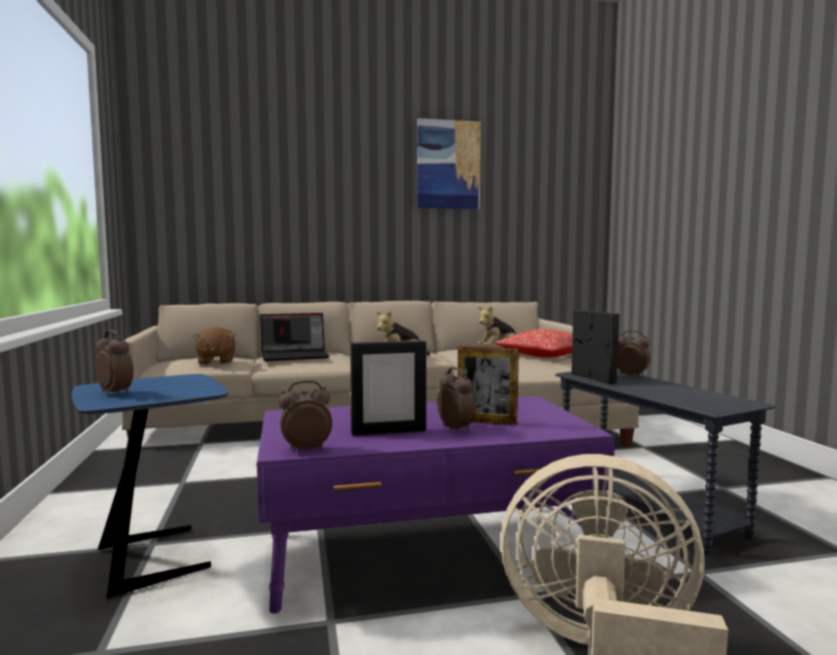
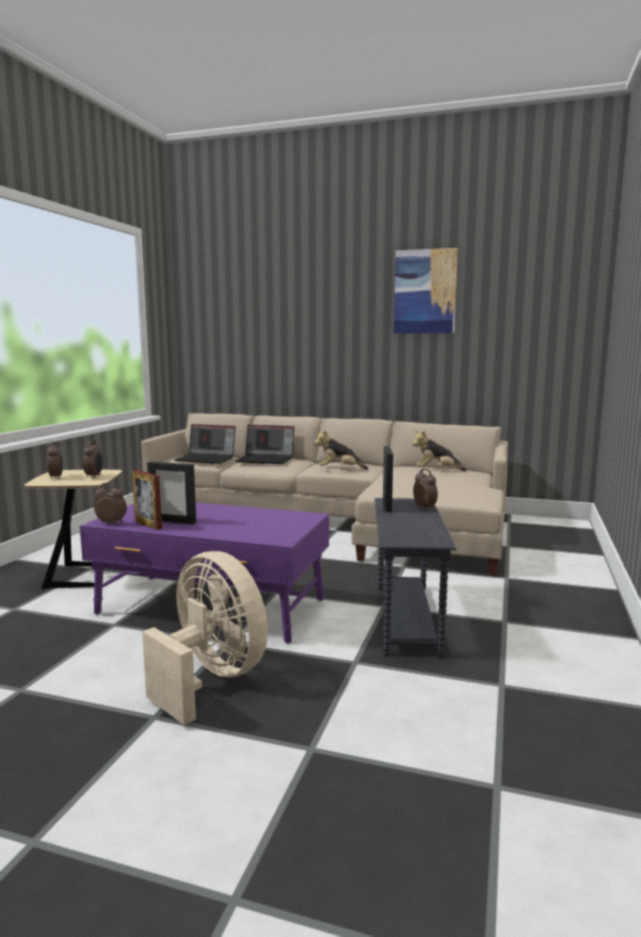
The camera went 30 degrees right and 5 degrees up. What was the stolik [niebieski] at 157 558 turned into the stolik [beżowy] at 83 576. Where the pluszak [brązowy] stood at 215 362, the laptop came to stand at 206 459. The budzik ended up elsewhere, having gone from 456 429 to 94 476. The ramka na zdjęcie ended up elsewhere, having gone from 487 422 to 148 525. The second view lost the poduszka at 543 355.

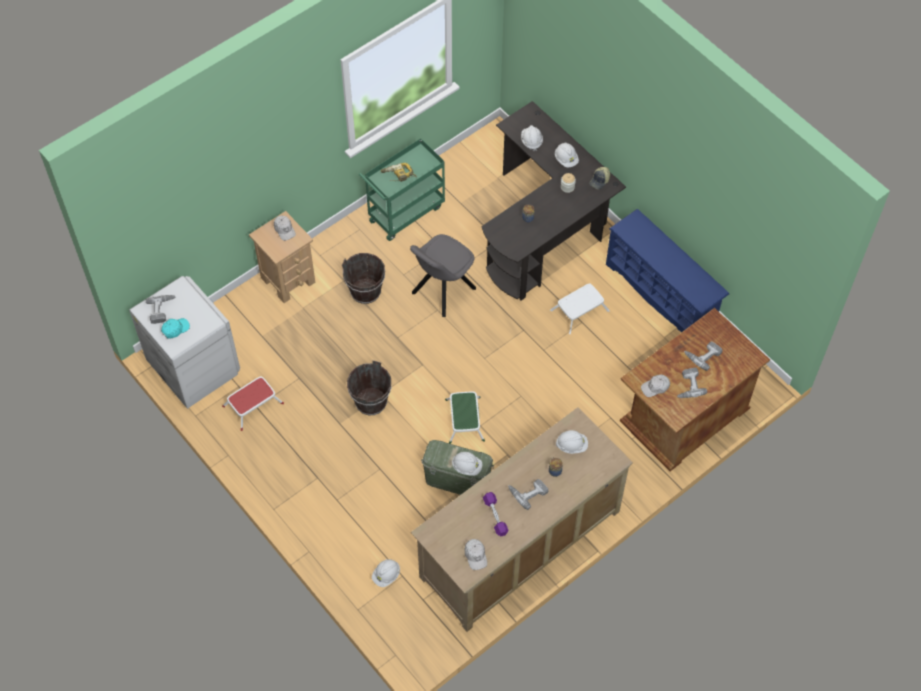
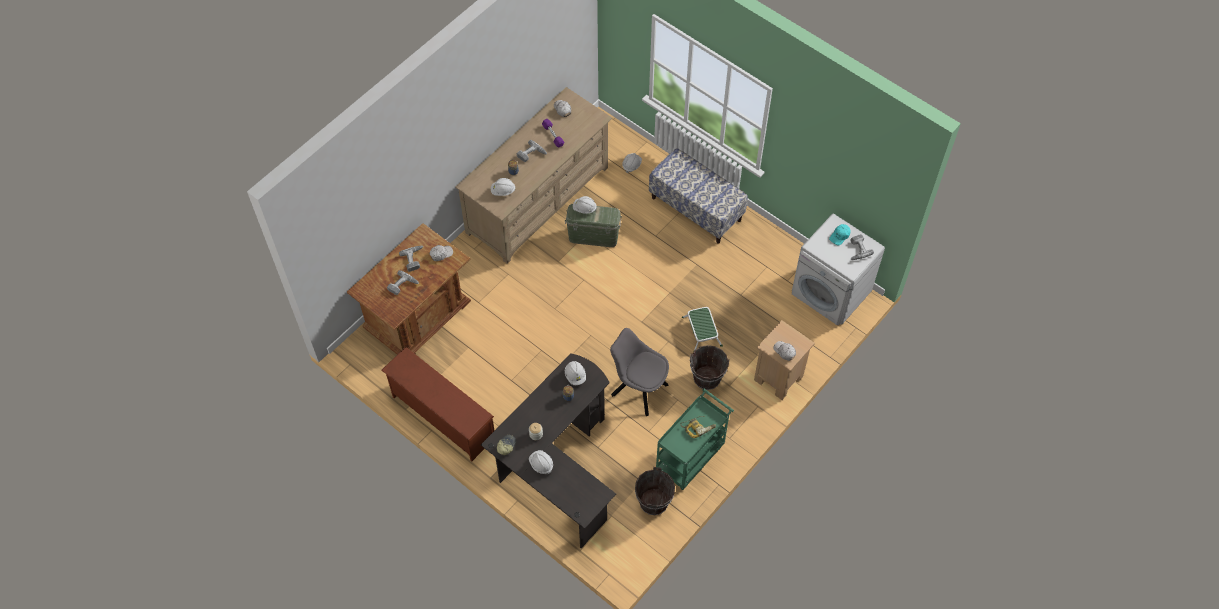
The camera went 170 degrees right and 0 degrees up. The second view lost the drabinka [czerwony] at 252 404. The wiadro [brązowy] ended up elsewhere, having gone from 370 402 to 654 502. The krzesło [szary] at 443 290 ended up facing another way, 90 degrees counterclockwise from before. The drabinka [zielony] ended up elsewhere, having gone from 465 420 to 701 331. The kask [biały] ended up elsewhere, having gone from 531 141 to 575 376. The second view lost the drabinka [biały] at 579 310. What was the regał na buty [niebieski] at 662 294 turned into the regał na buty [brązowy] at 442 418. The second view gained the ławka at 696 209.

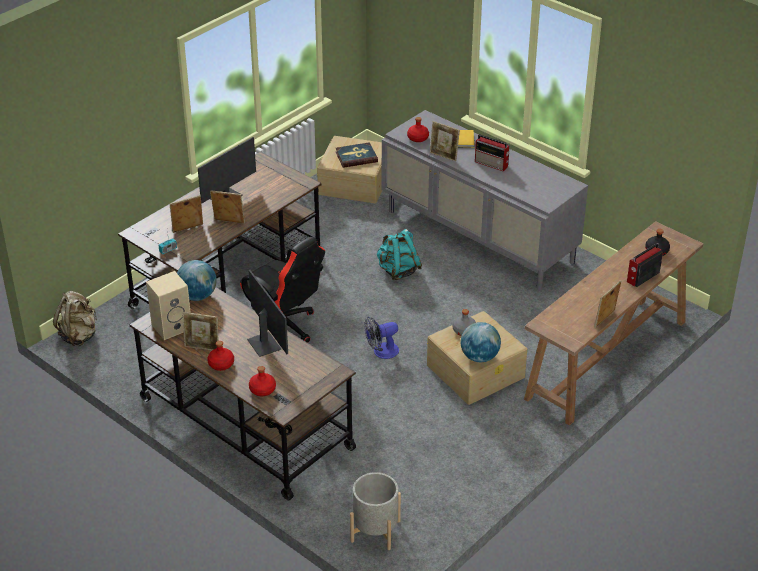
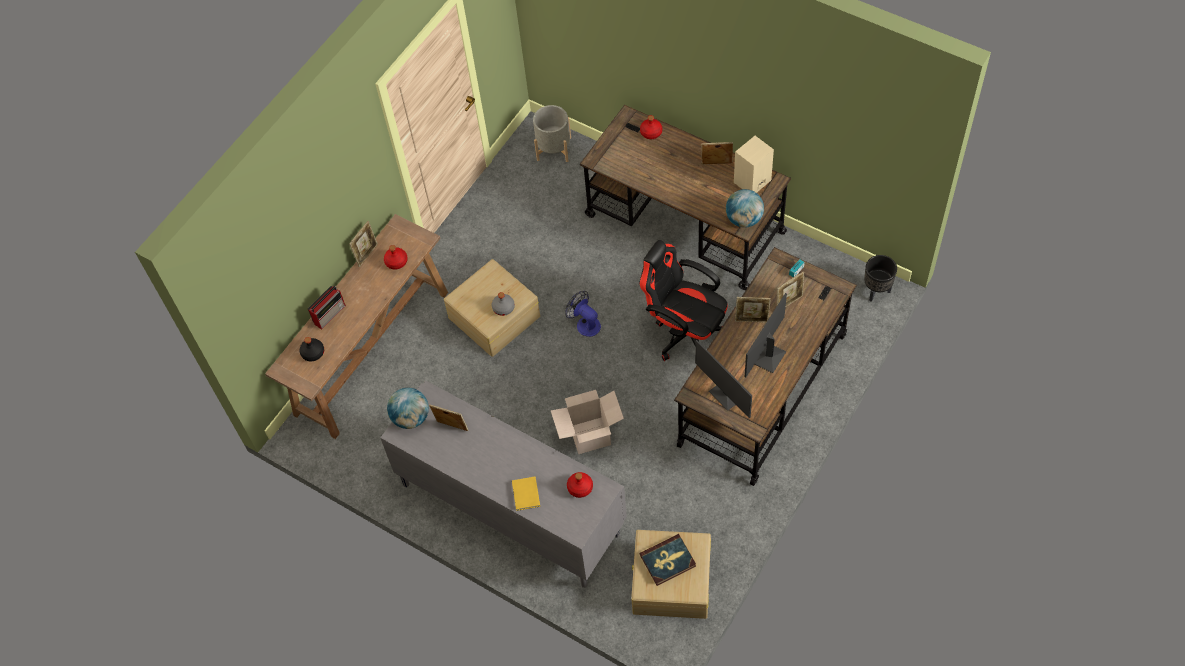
The camera went 175 degrees right and 20 degrees up. Where the plecak [beżowy] stood at 79 335, the donica [czarny] came to stand at 876 291. The butelka [czerwony] ended up elsewhere, having gone from 221 364 to 396 262. The monitor ended up elsewhere, having gone from 265 344 to 726 395. The wentylator at 381 352 ended up facing another way, 105 degrees counterclockwise from before. Where the plecak [turkusowy] stood at 398 271, the karton came to stand at 590 436. The ramka na zdjęcie ended up elsewhere, having gone from 444 156 to 451 427. The globus ended up elsewhere, having gone from 479 357 to 411 418. The second view lost the radio at 492 164.

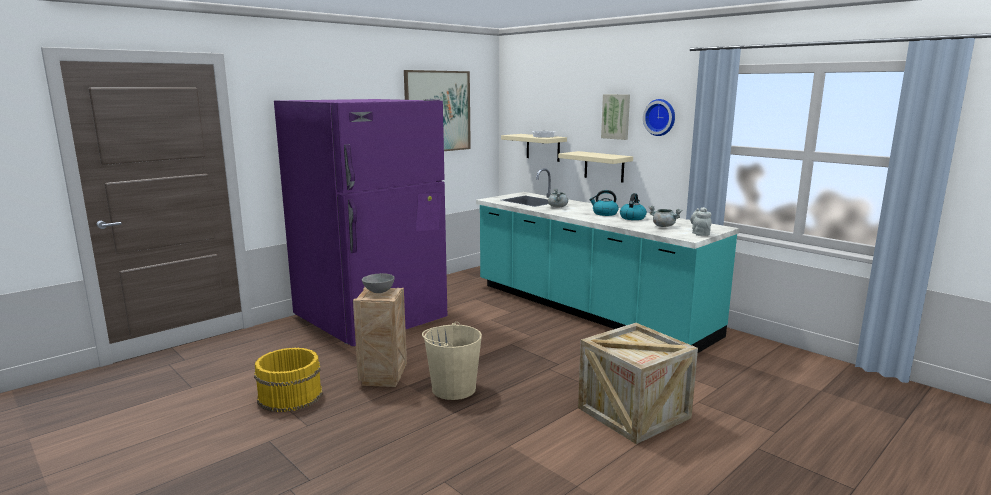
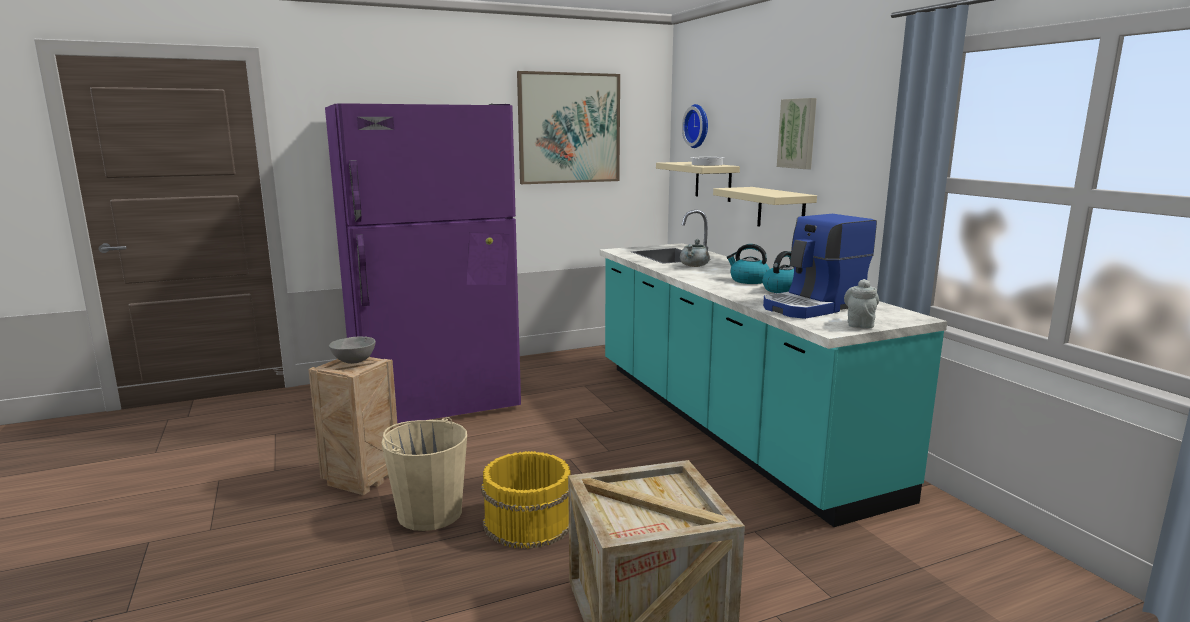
The camera went 20 degrees right and 0 degrees up. The wiadro [żółty] ended up elsewhere, having gone from 289 396 to 527 523. The zegar ścienny ended up elsewhere, having gone from 660 117 to 698 126. Where the garnek [szary] stood at 664 226, the ekspres do kawy came to stand at 815 307.

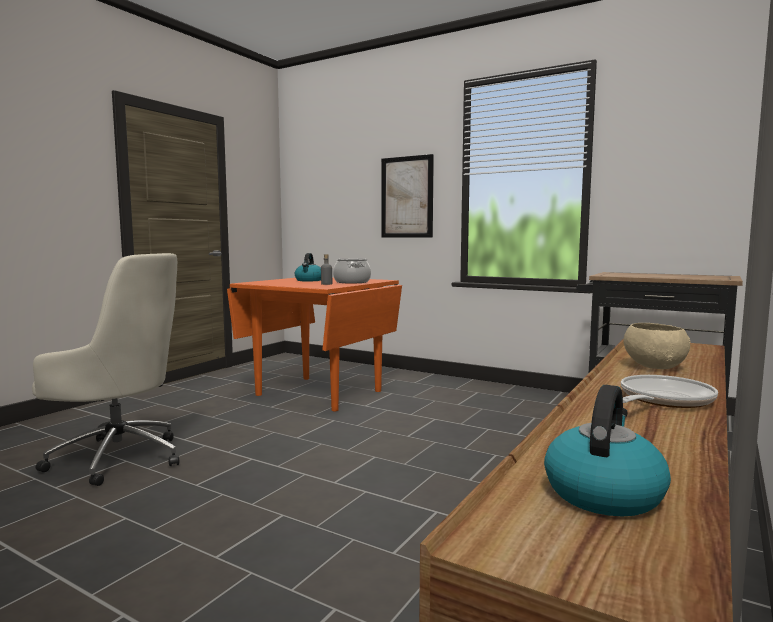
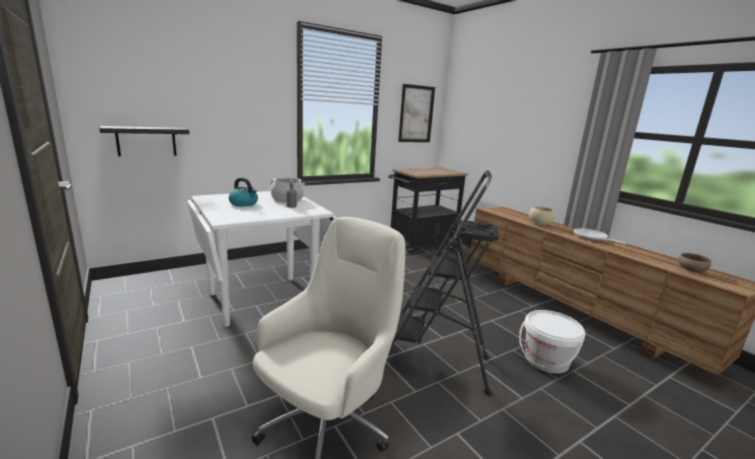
The camera went 65 degrees left and 10 degrees up. What was the stół jadalny [pomarańczowy] at 319 392 turned into the stół jadalny [biały] at 262 299. The obraz ended up elsewhere, having gone from 407 197 to 416 114. Where the czajnik stood at 603 492, the miska [brązowy] came to stand at 691 270. The second view gained the półka [czarny] at 146 141. The second view gained the drabinka at 434 364. The second view gained the wiadro [biały] at 546 360.

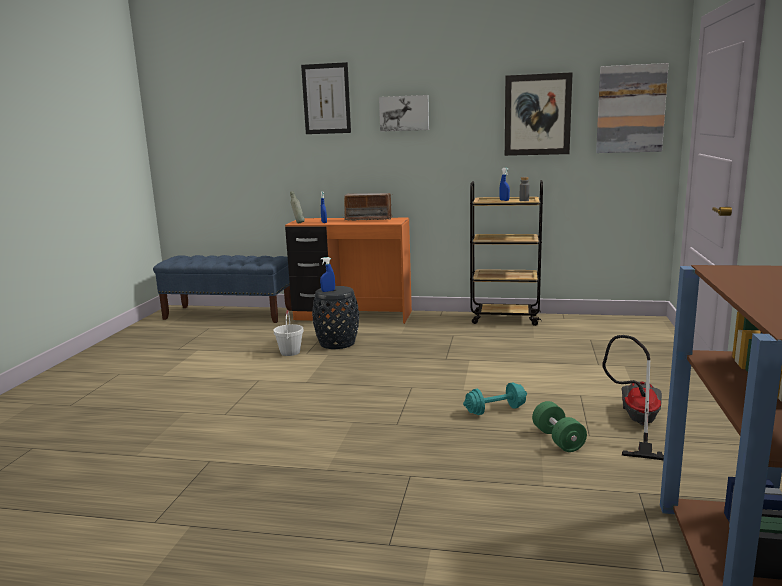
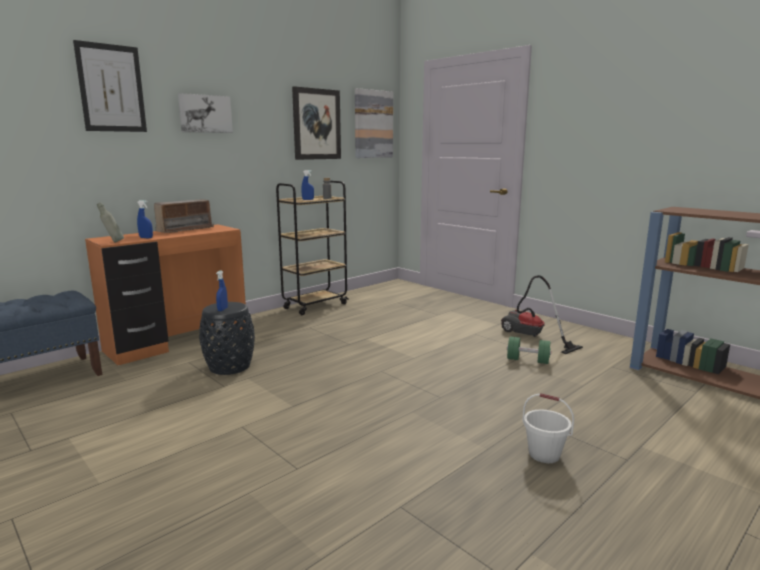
The camera went 55 degrees left and 0 degrees up. The wiadro [biały] ended up elsewhere, having gone from 290 352 to 544 454. The second view lost the hantel [turkusowy] at 495 410.

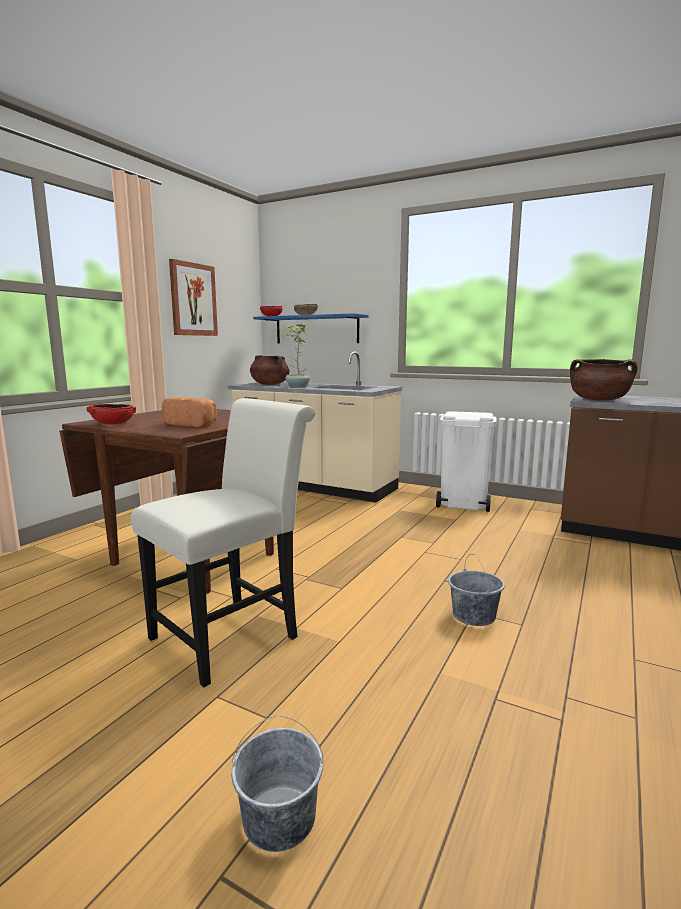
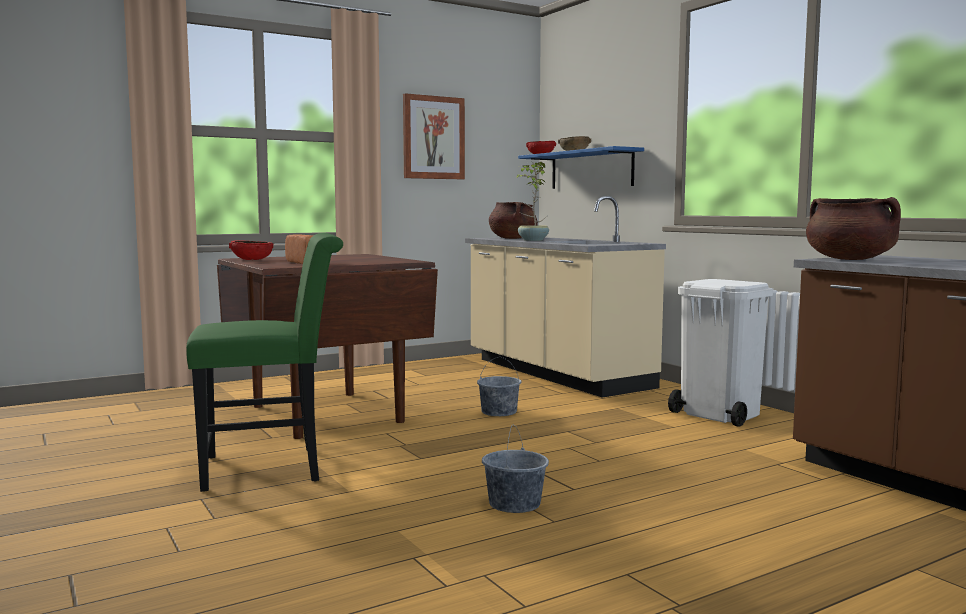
The camera went 30 degrees right and 5 degrees down. What was the krzesło [biały] at 233 633 turned into the krzesło [zielony] at 273 467. The wiadro [szary] ended up elsewhere, having gone from 278 818 to 498 412.

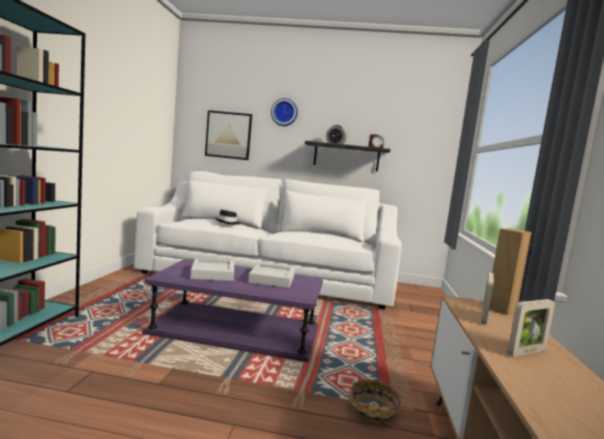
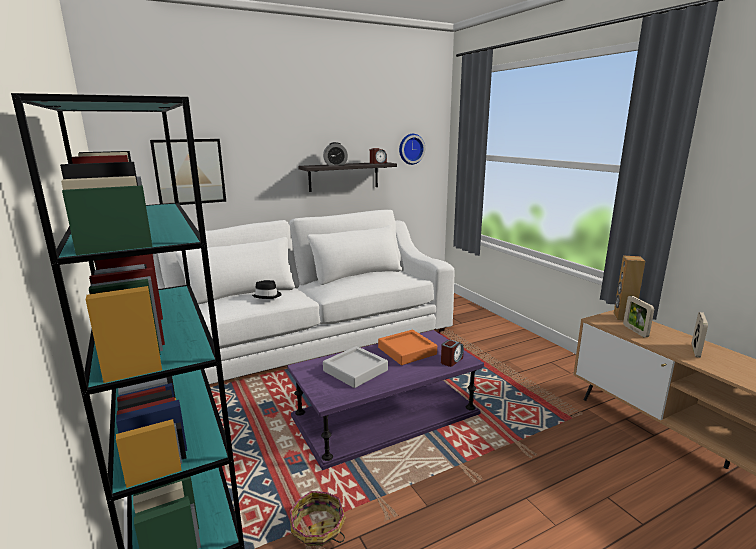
The camera went 35 degrees left and 10 degrees up. What was the taca [szary] at 272 279 turned into the taca [pomarańczowy] at 407 351. The zegar ścienny ended up elsewhere, having gone from 284 112 to 410 149. The koszyk ended up elsewhere, having gone from 373 411 to 318 528. The second view gained the budzik at 451 360.

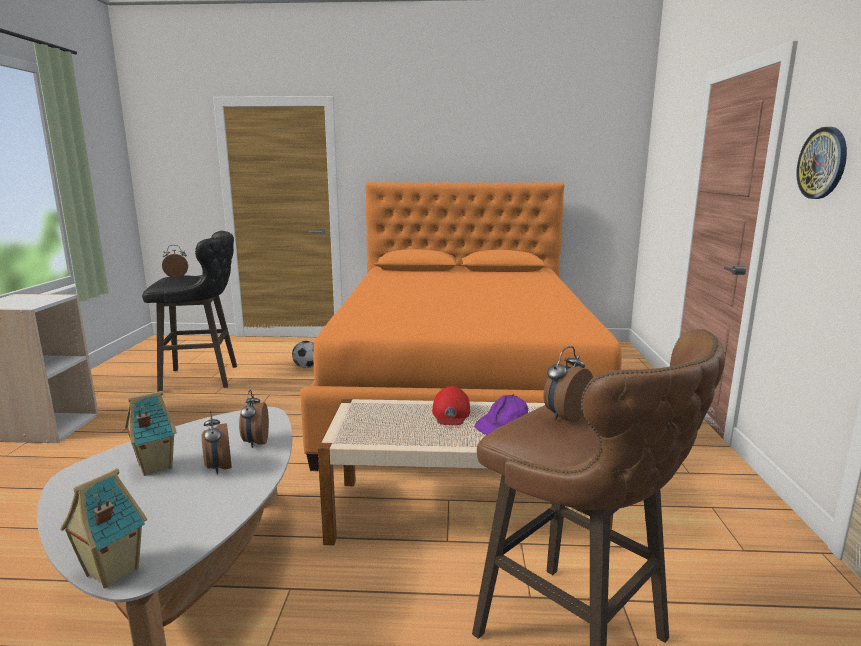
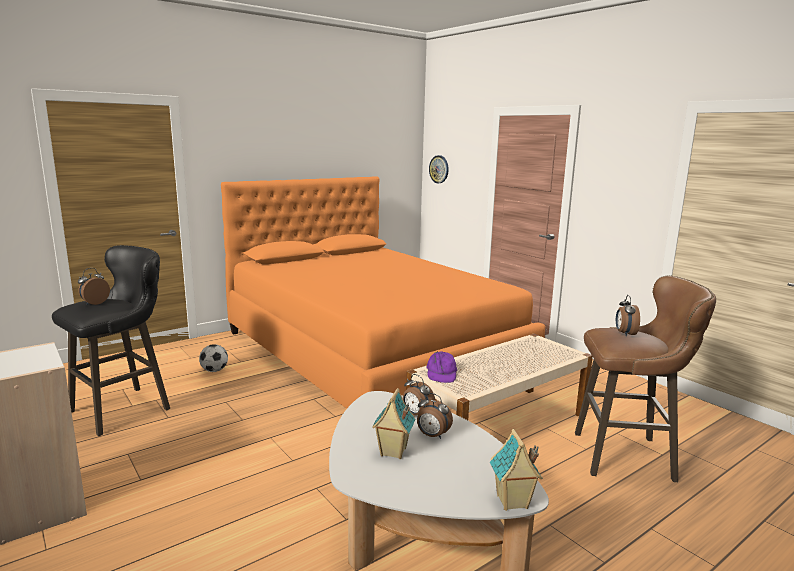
The camera went 40 degrees left and 0 degrees up. The second view lost the czapka z daszkiem [czerwony] at 451 413. The czapka z daszkiem [fioletowy] ended up elsewhere, having gone from 503 424 to 441 373. The zegar ścienny ended up elsewhere, having gone from 822 163 to 439 169.

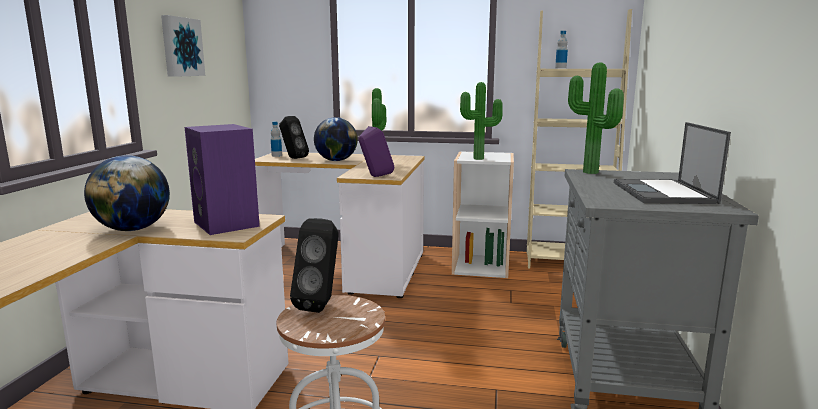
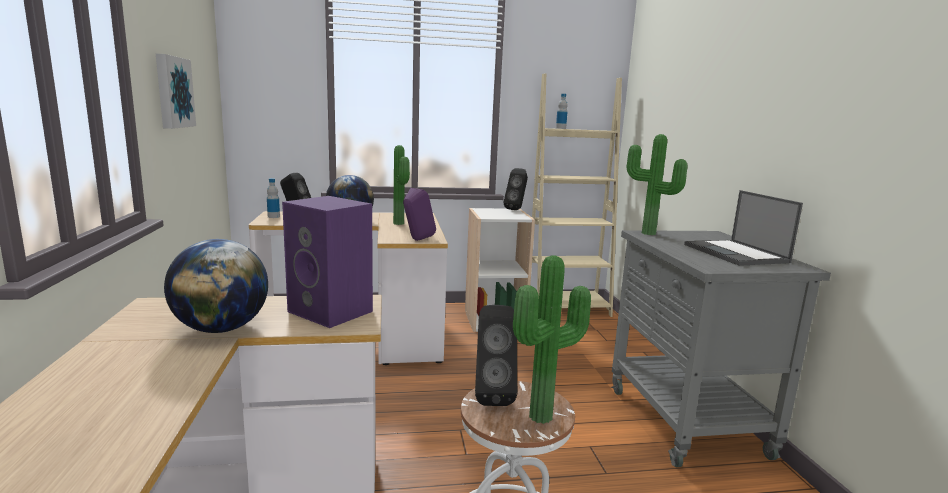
The camera went 20 degrees left and 0 degrees up. The roślina doniczkowa ended up elsewhere, having gone from 479 159 to 544 418. The second view gained the głośnik [czarny] at 516 210.

